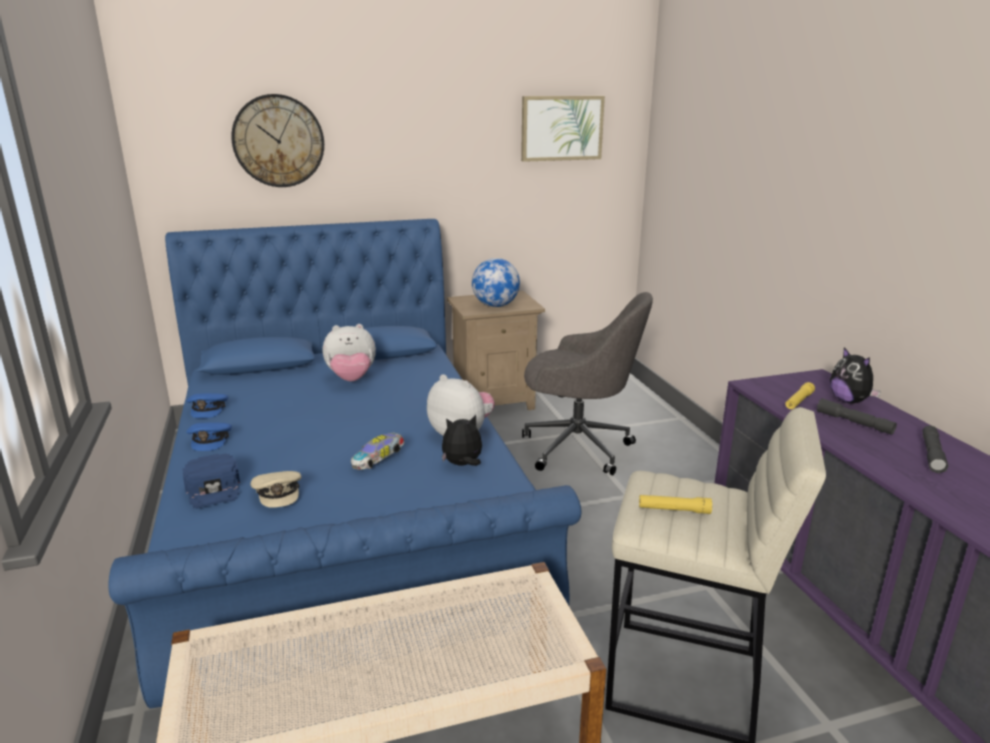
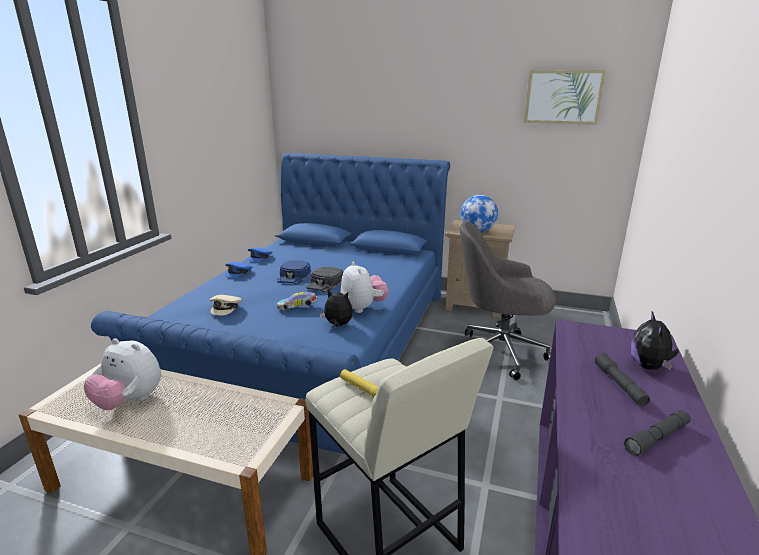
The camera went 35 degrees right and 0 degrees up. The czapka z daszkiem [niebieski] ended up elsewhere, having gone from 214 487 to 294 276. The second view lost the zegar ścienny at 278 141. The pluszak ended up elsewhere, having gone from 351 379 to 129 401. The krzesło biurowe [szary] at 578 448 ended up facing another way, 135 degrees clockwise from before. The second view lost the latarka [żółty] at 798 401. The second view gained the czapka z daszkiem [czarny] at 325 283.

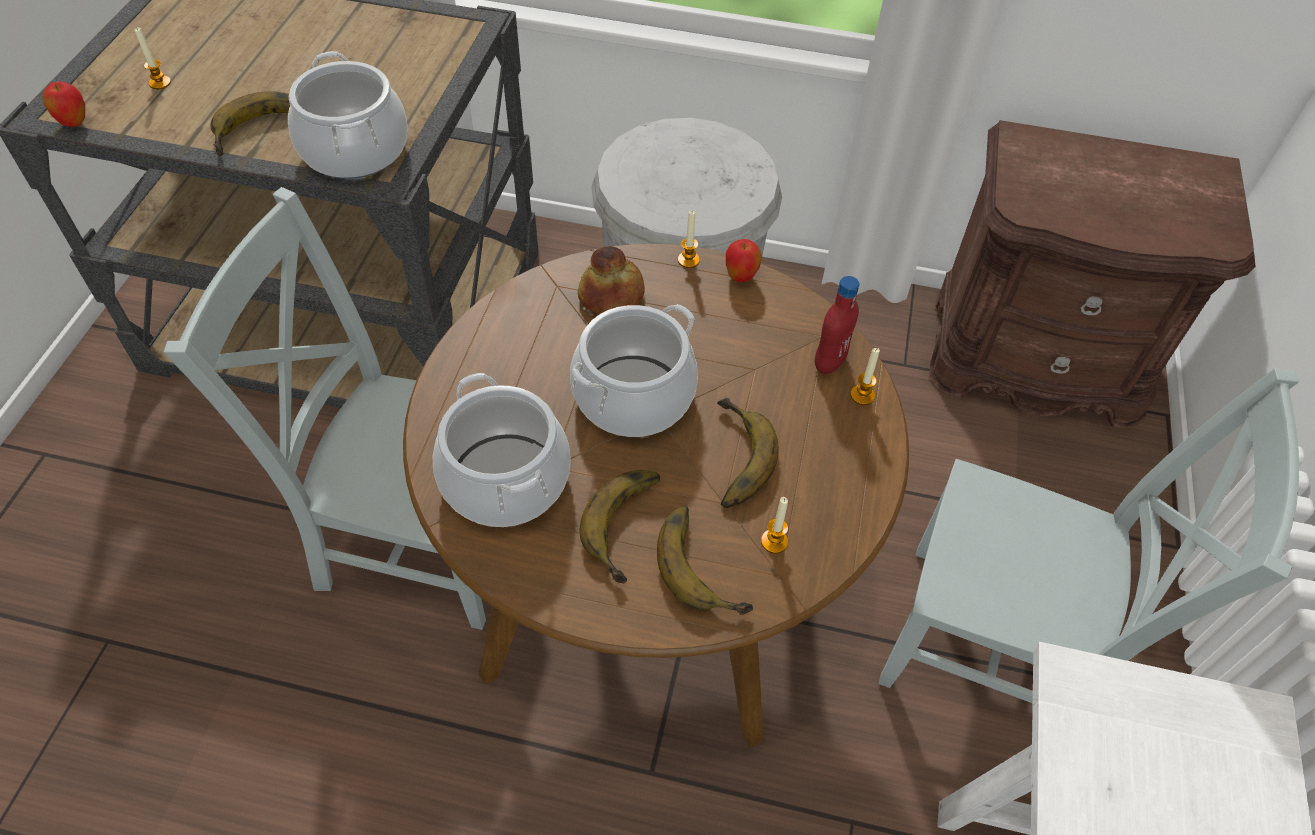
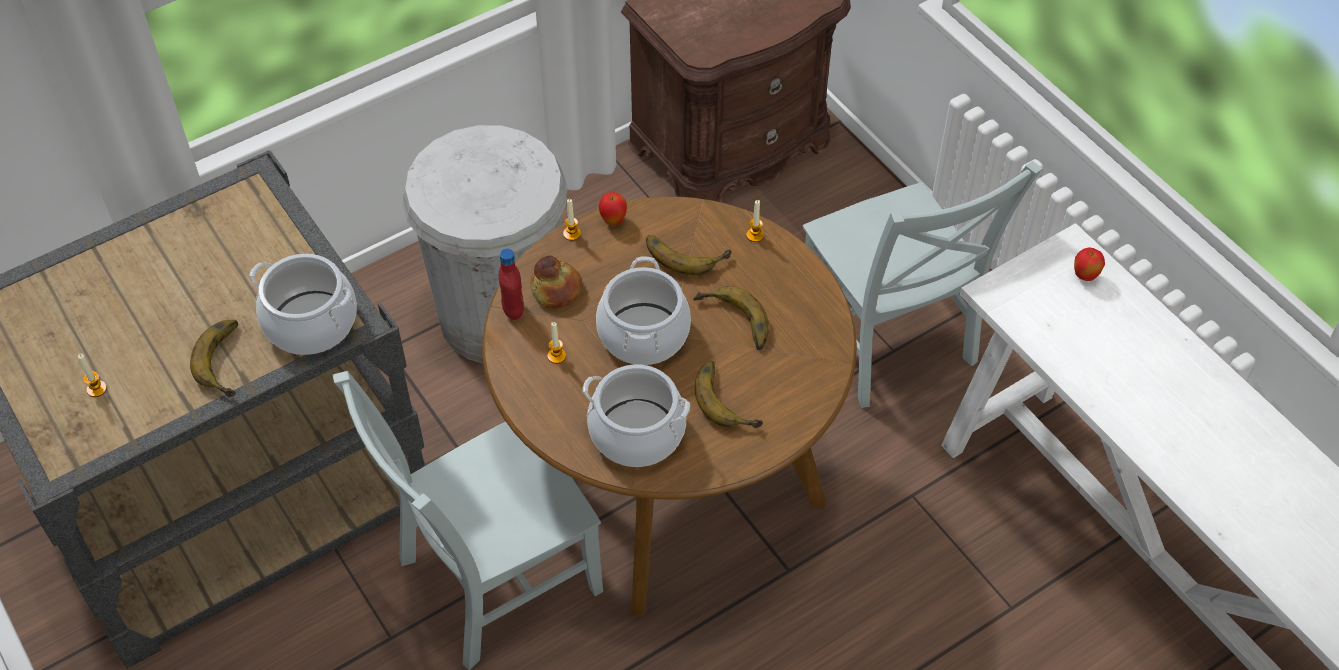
The camera went 45 degrees left and 0 degrees up. The jabłko ended up elsewhere, having gone from 74 123 to 1085 276. The banan ended up elsewhere, having gone from 705 563 to 685 252. The świeca ended up elsewhere, having gone from 774 541 to 556 356. The butelka [czerwony] ended up elsewhere, having gone from 829 362 to 513 309. The krzesło [szary] at 997 649 ended up facing another way, 90 degrees clockwise from before.

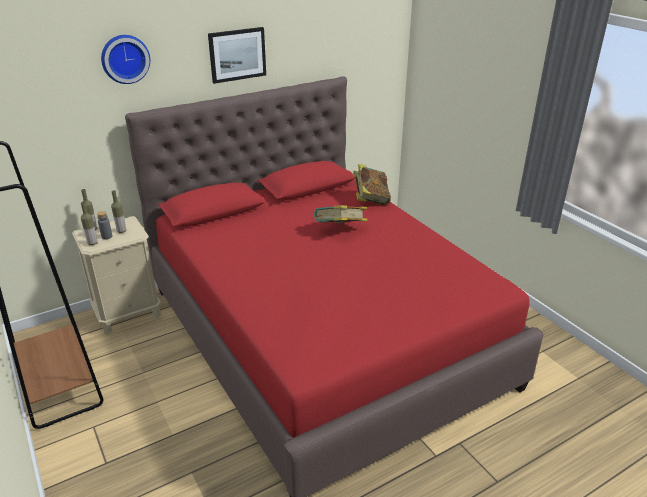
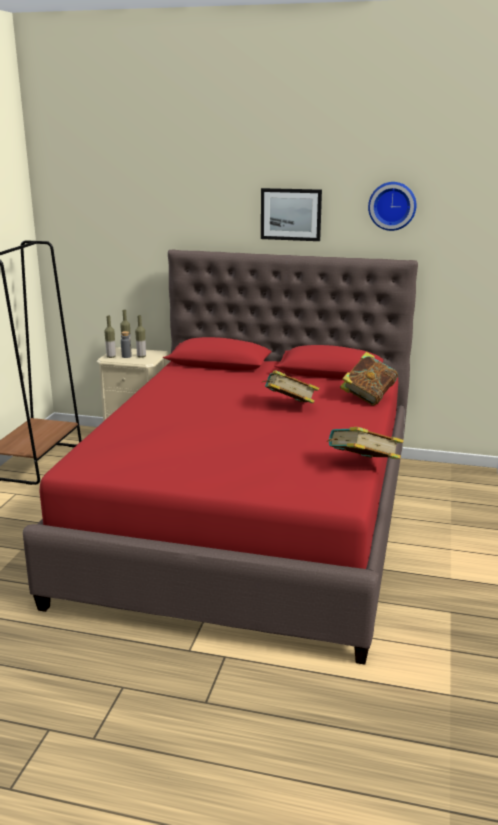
The camera went 45 degrees right and 10 degrees down. The zegar ścienny ended up elsewhere, having gone from 125 58 to 392 206. The second view gained the książka at 362 466.

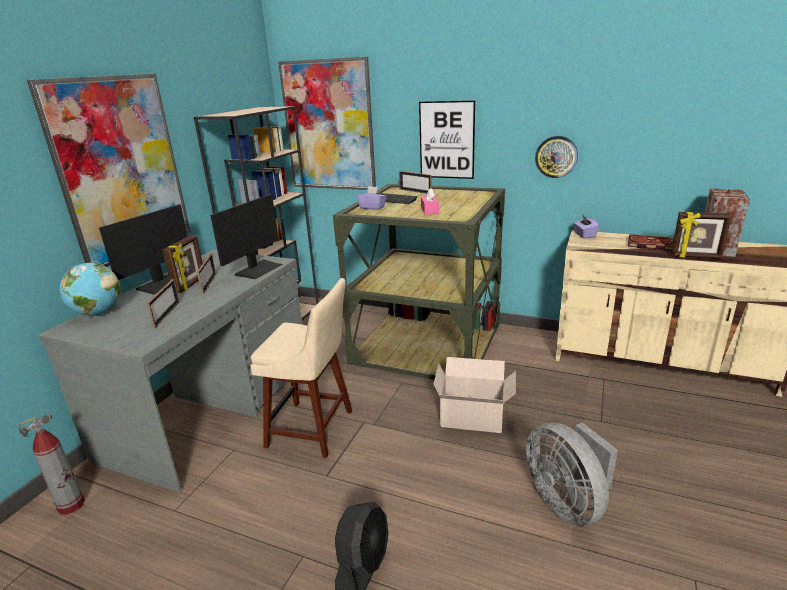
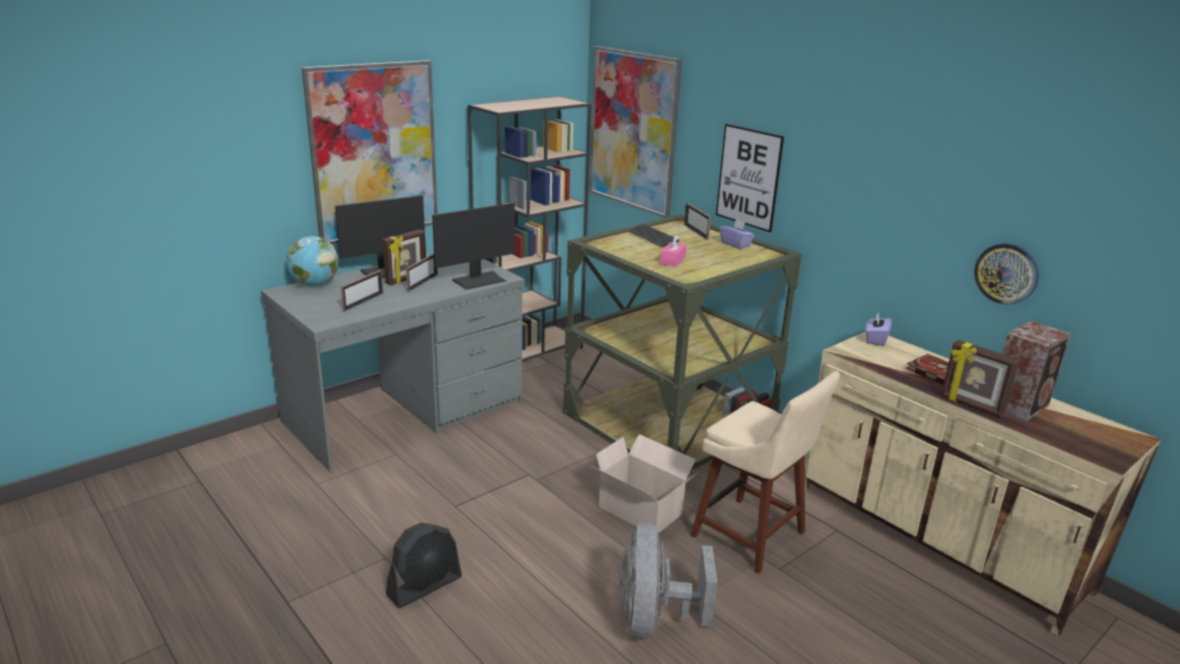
The camera went 25 degrees right and 0 degrees up. The second view lost the gaśnica at 71 505. The krzesło [beżowy] ended up elsewhere, having gone from 314 429 to 753 537. The pudełko chusteczek [fioletowy] ended up elsewhere, having gone from 372 207 to 735 244. The zegar ścienny ended up elsewhere, having gone from 556 156 to 1006 273.

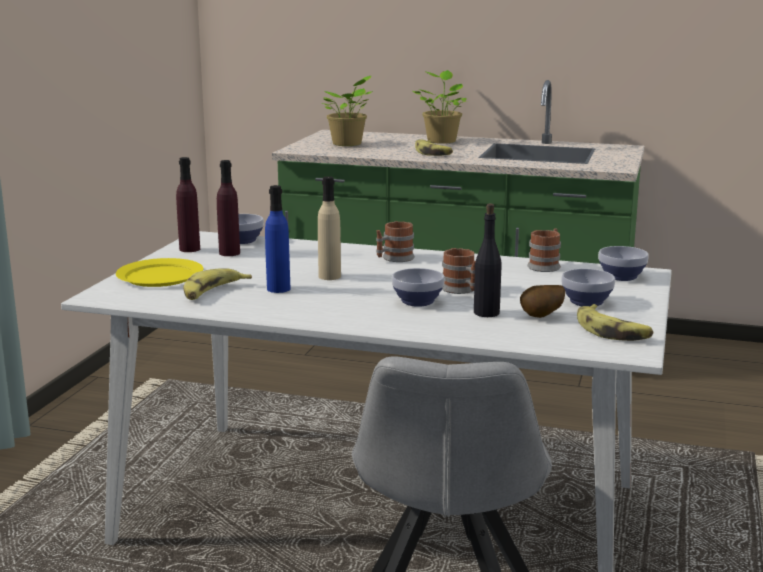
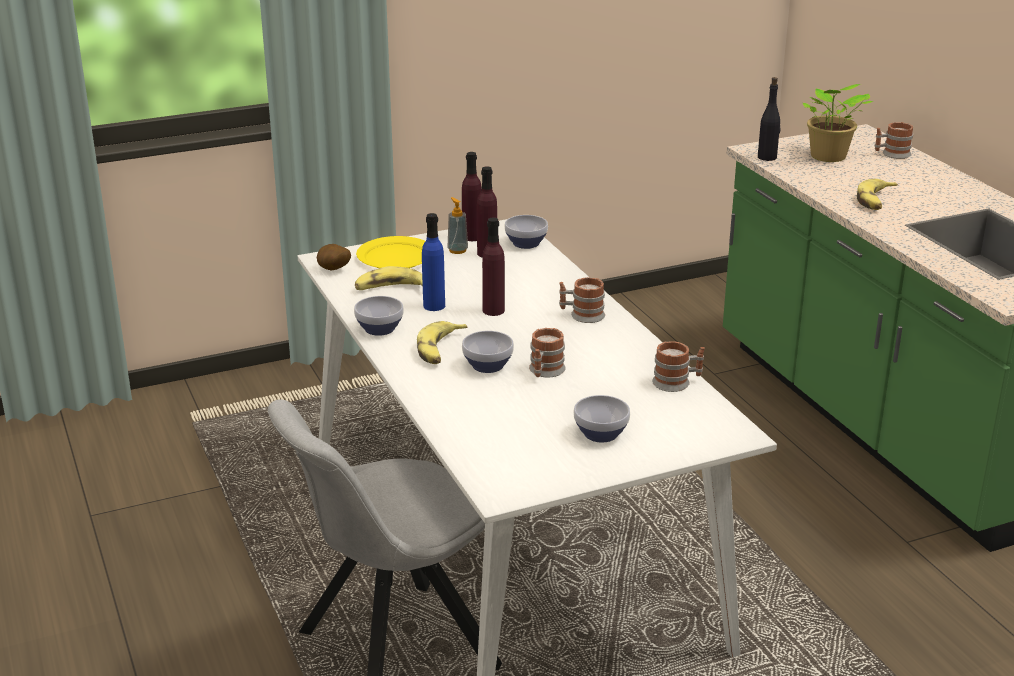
The camera went 50 degrees right and 10 degrees up. What was the butelka [beżowy] at 329 276 turned into the butelka [fioletowy] at 493 310. The second view lost the roślina doniczkowa at 441 141. The butelka [czarny] ended up elsewhere, having gone from 486 313 to 767 157. The ziemniak ended up elsewhere, having gone from 542 317 to 333 270. The banan ended up elsewhere, having gone from 612 331 to 440 350. The miska ended up elsewhere, having gone from 620 277 to 378 329. The second view gained the dozownik mydła at 457 250. The second view gained the kubek at 891 154.

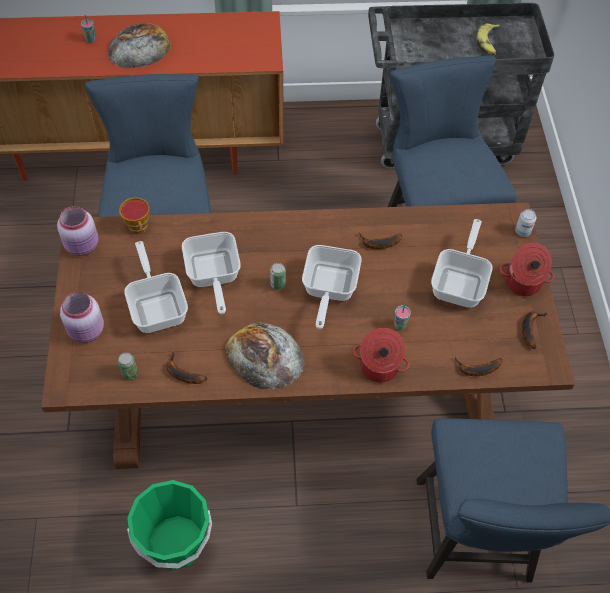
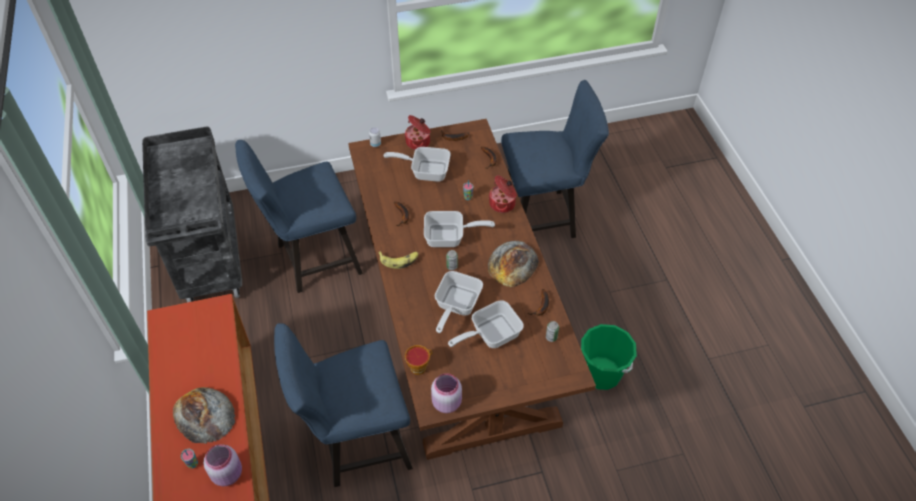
The camera went 100 degrees left and 5 degrees down. The słoik [różowy] ended up elsewhere, having gone from 87 331 to 228 473. The patelnia at 213 277 ended up facing another way, 135 degrees clockwise from before. The banan ended up elsewhere, having gone from 488 43 to 399 260.

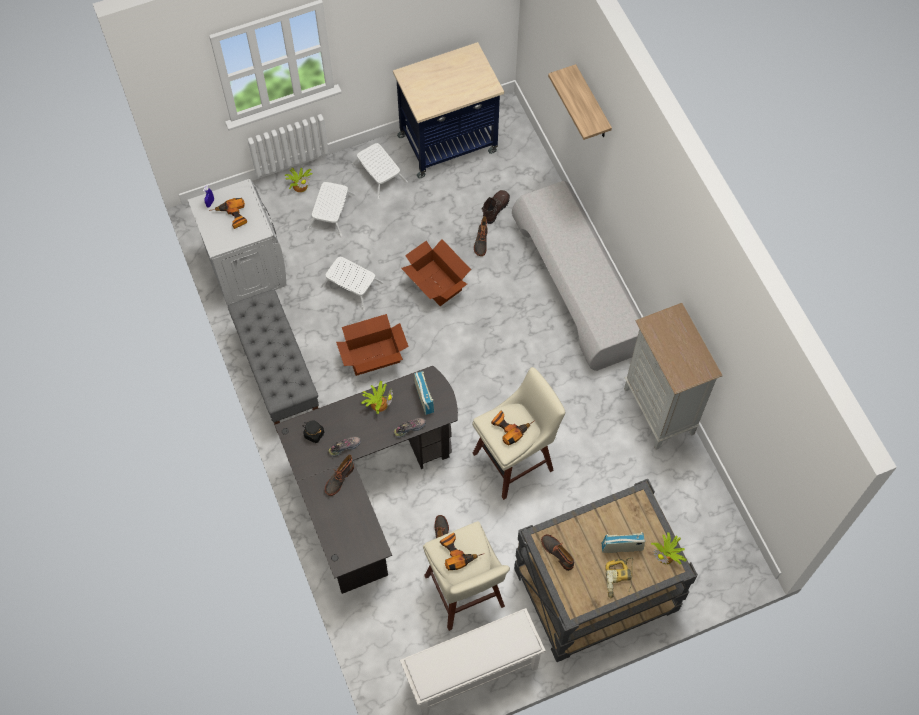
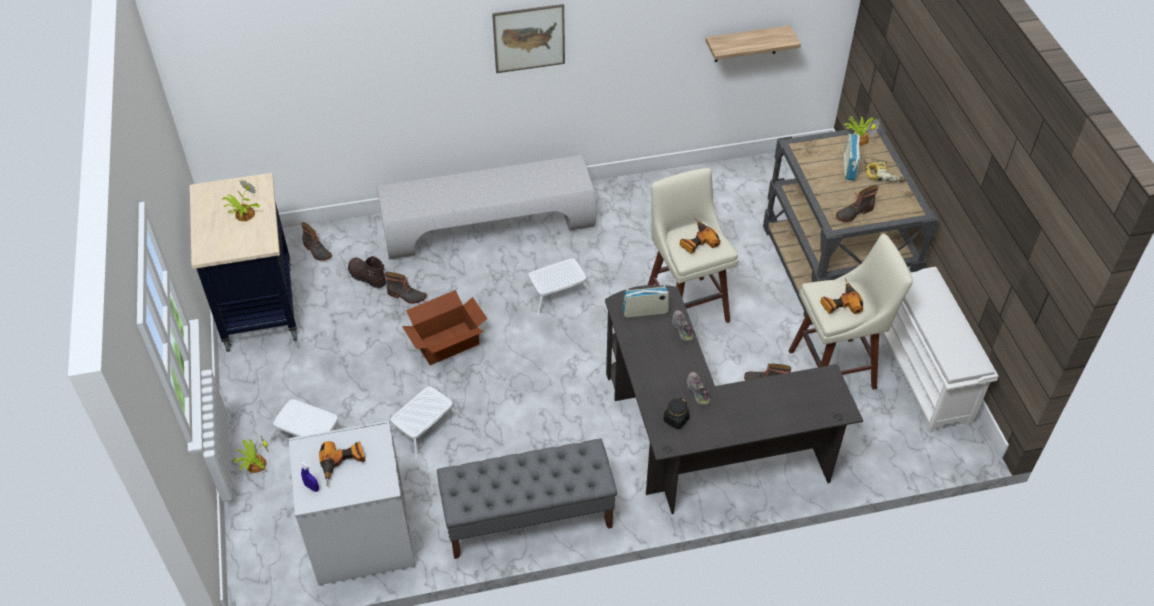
The camera went 80 degrees left and 15 degrees down. The but z cholewką ended up elsewhere, having gone from 339 479 to 316 251. The second view lost the karton at 373 356. The drabinka [biały] ended up elsewhere, having gone from 379 173 to 557 291. The roślina doniczkowa ended up elsewhere, having gone from 378 403 to 243 214. The półka ended up elsewhere, having gone from 592 104 to 746 44. The second view lost the komoda [biały] at 658 413. The second view gained the obraz at 529 38.

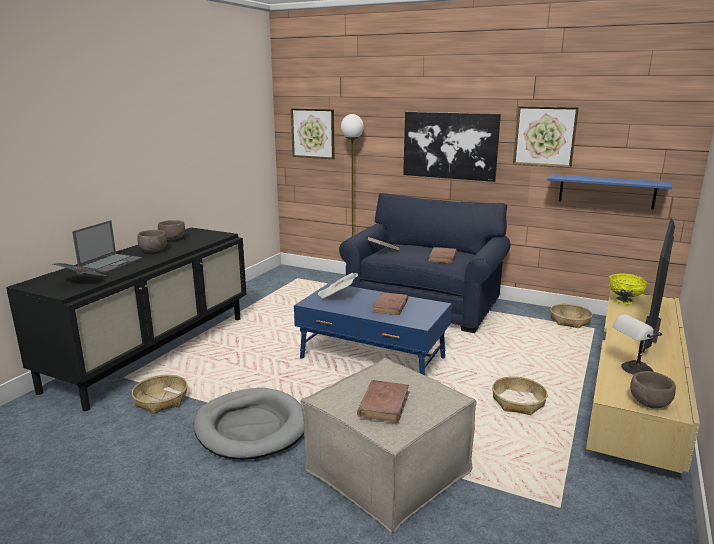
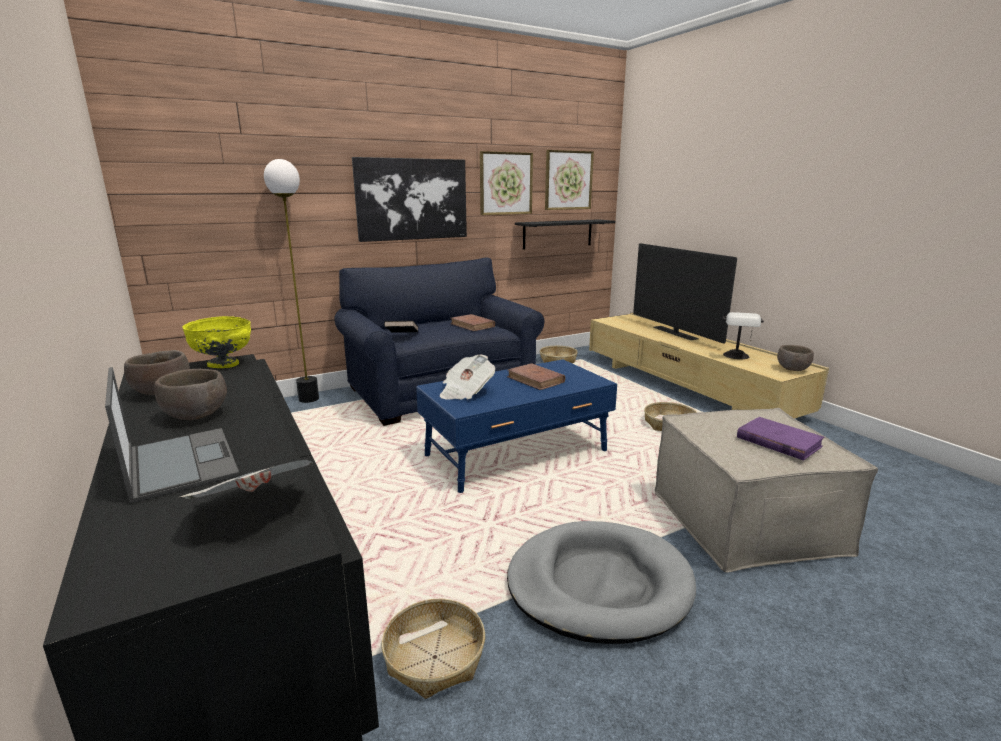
The camera went 55 degrees left and 0 degrees up. The obraz ended up elsewhere, having gone from 313 133 to 568 180. What was the książka [brązowy] at 384 404 turned into the książka [fioletowy] at 778 442. What was the półka [niebieski] at 606 191 turned into the półka [czarny] at 557 234. The miska [żółty] ended up elsewhere, having gone from 624 302 to 224 365.

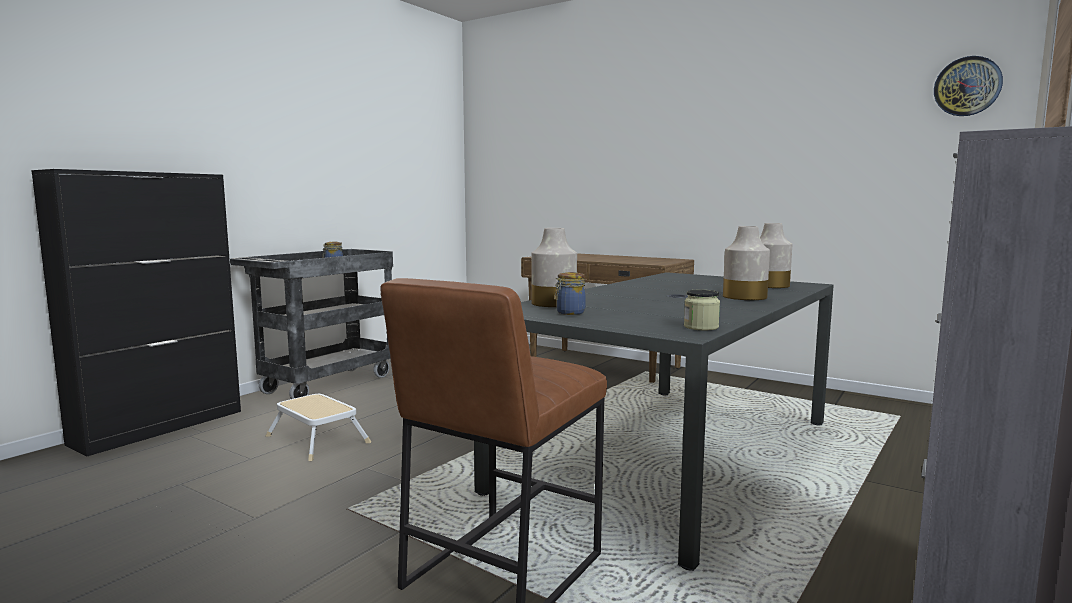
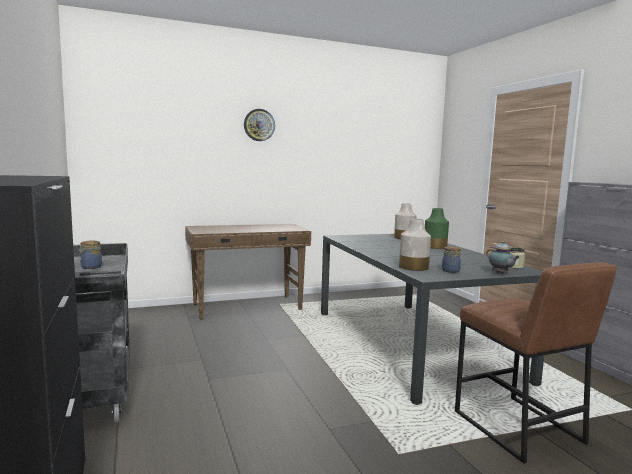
The camera went 55 degrees left and 0 degrees up. The second view lost the drabinka [beżowy] at 318 439. What was the wazon [beżowy] at 744 297 turned into the wazon [zielony] at 435 246. The zegar ścienny ended up elsewhere, having gone from 967 86 to 259 125. The second view gained the imbryk at 500 273.

